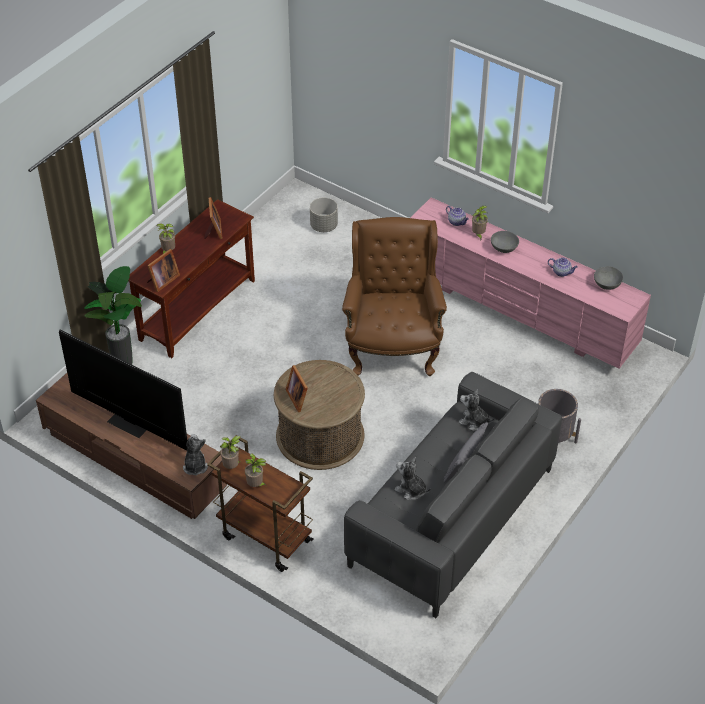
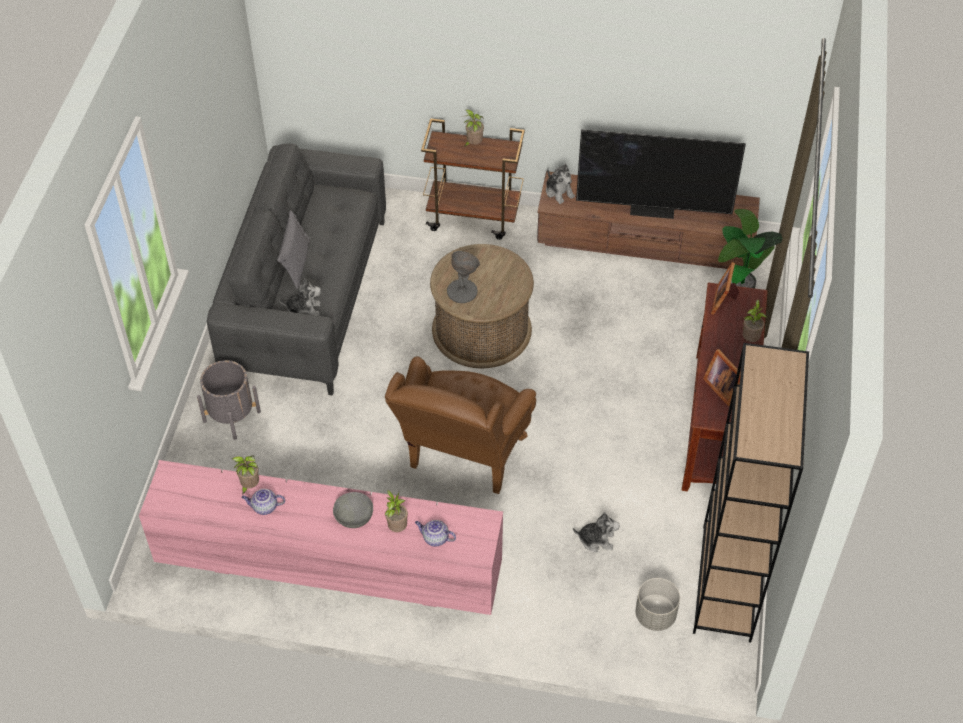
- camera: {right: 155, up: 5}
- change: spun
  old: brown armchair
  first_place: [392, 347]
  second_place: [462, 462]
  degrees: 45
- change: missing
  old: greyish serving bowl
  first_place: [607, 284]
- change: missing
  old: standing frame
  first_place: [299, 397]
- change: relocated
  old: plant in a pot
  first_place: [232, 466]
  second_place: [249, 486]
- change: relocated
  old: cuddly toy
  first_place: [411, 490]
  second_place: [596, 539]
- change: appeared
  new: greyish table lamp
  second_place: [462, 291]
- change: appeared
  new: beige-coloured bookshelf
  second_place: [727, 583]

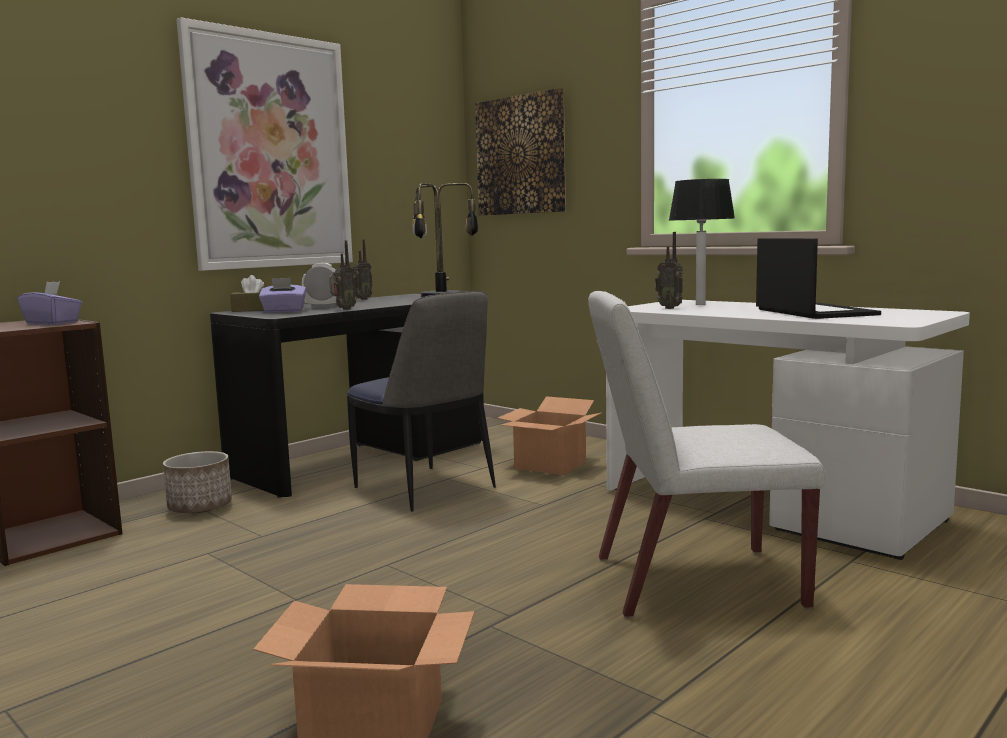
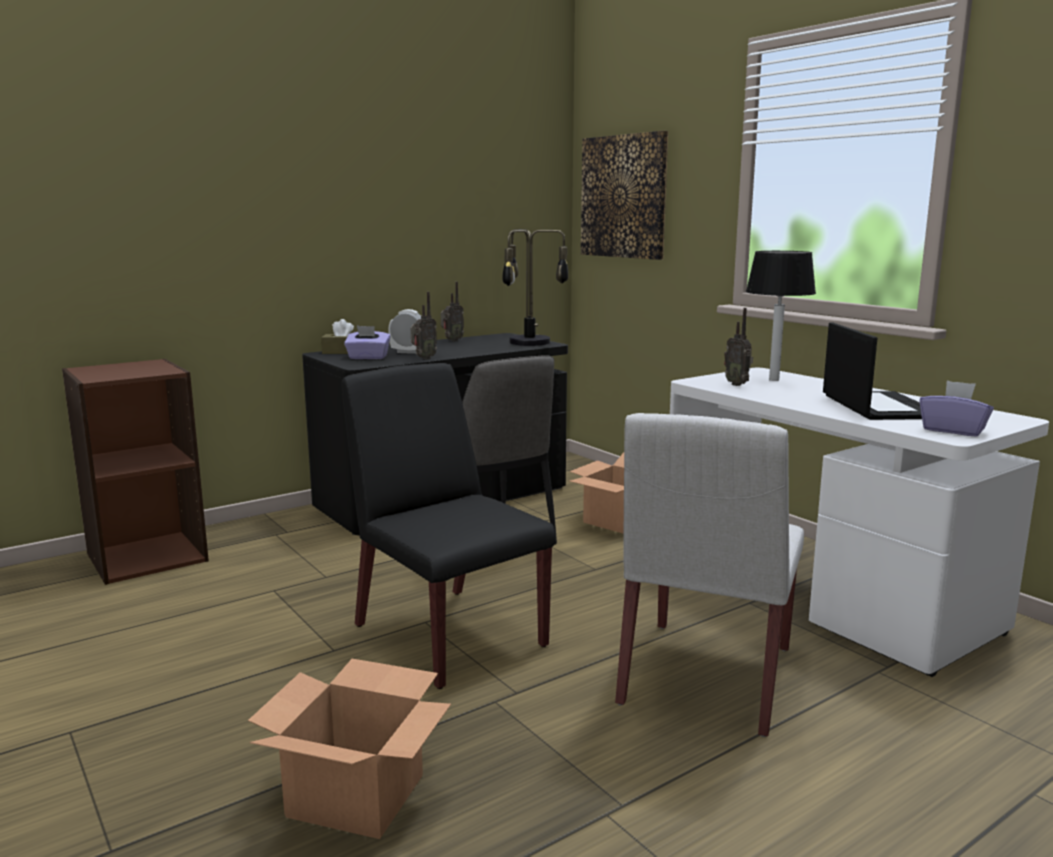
- camera: {right: 10, up: 5}
- change: missing
  old: picture
  first_place: [270, 152]
- change: relocated
  old: purple tissue box
  first_place: [53, 323]
  second_place: [953, 430]
- change: spun
  old: white-coloured upright chair
  first_place: [694, 582]
  second_place: [706, 677]
  degrees: -75
- change: missing
  old: flower pot
  first_place: [199, 507]
- change: appeared
  new: black-coloured upright chair
  second_place: [447, 634]

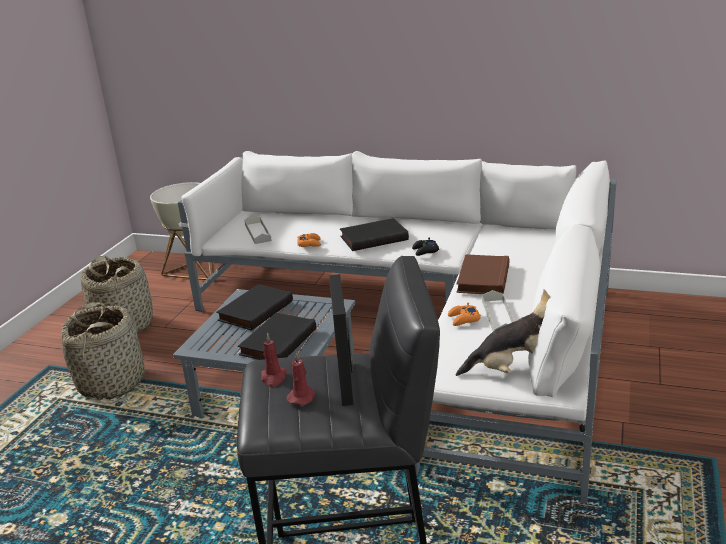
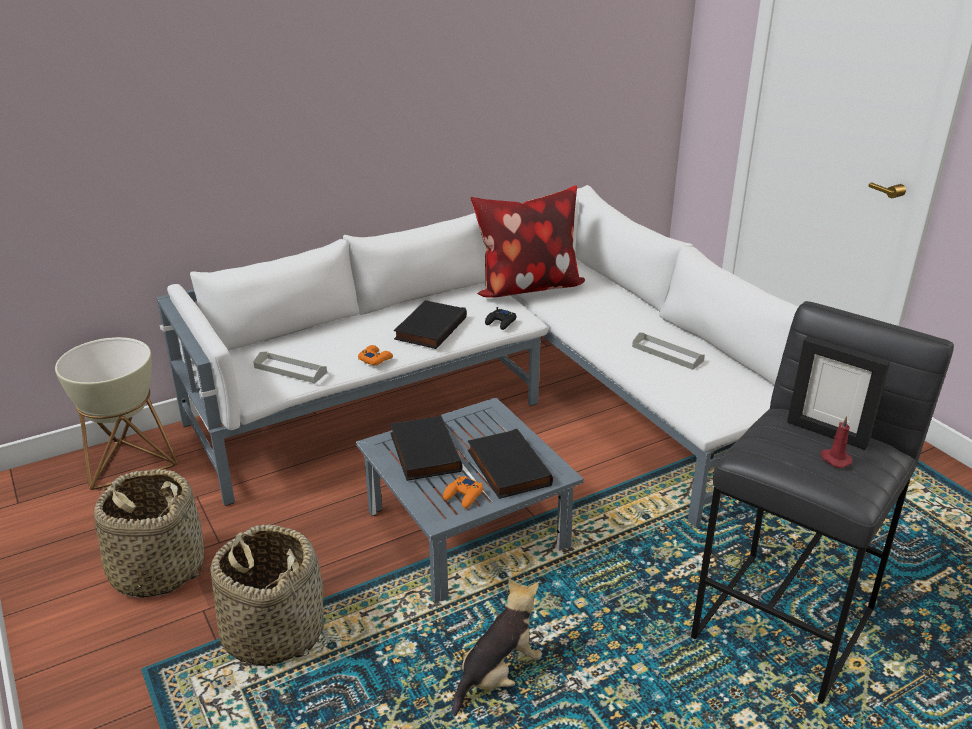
- camera: {right: -50, up: 5}
- change: missing
  old: brown bound book
  first_place: [481, 278]
- change: relocated
  old: cuddly toy
  first_place: [514, 372]
  second_place: [498, 675]
- change: relocated
  old: orange-coloured gamepad
  first_place: [463, 319]
  second_place: [463, 496]
- change: missing
  old: red wax light
  first_place: [273, 378]
- change: appeared
  new: pillow
  second_place: [527, 288]

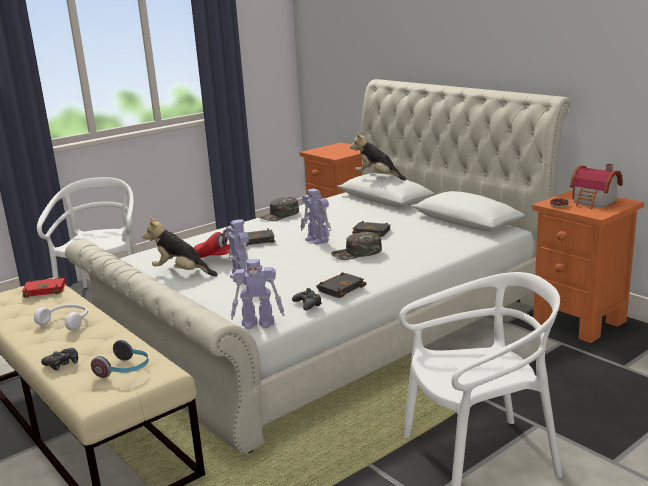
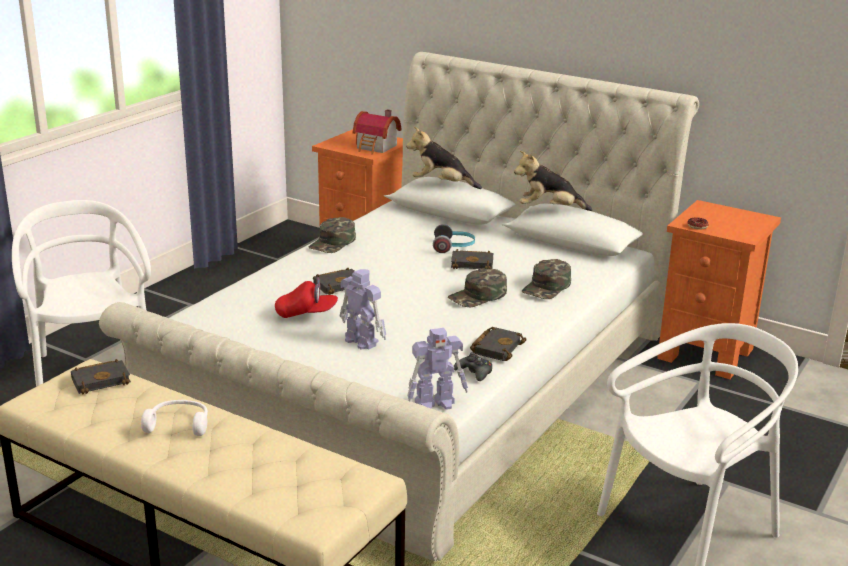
- camera: {right: -20, up: 5}
- change: relocated
  old: toy house
  first_place: [594, 202]
  second_place: [376, 147]
- change: missing
  old: toy robot
  first_place: [317, 240]
- change: relocated
  old: cuddly toy
  first_place: [181, 272]
  second_place: [549, 209]
- change: colour
  old: red bound book
  new: black-coloured bound book
  first_place: [46, 290]
  second_place: [102, 380]
- change: relocated
  old: pair of headphones
  first_place: [125, 370]
  second_place: [454, 247]
- change: missing
  old: black-coloured gamepad
  first_place: [62, 363]
- change: appeared
  new: green-coloured peaked cap
  second_place: [547, 287]

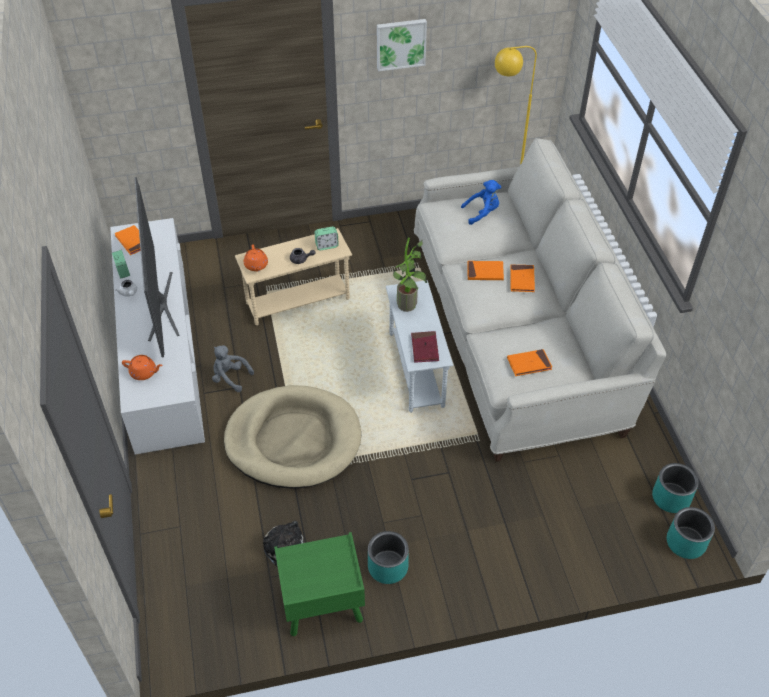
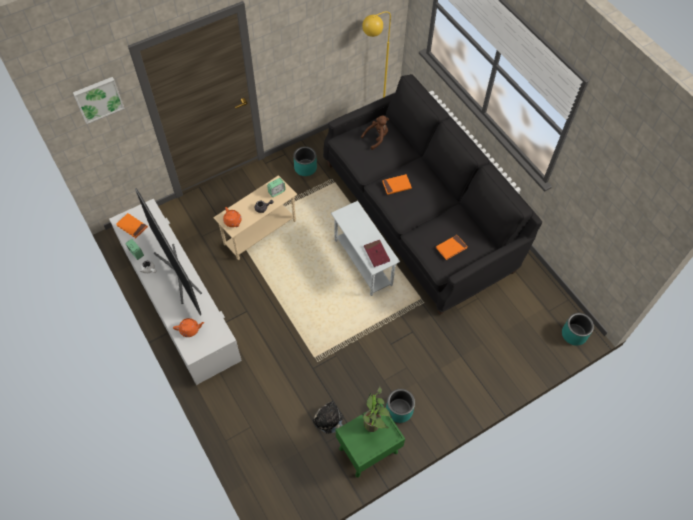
- camera: {right: -20, up: 10}
- change: relocated
  old: picture
  first_place: [400, 43]
  second_place: [98, 99]
- change: colour
  old: white-coloured sofa
  new: black-coloured sofa
  first_place: [517, 333]
  second_place: [420, 215]
- change: colour
  old: blue cuddly toy
  new: brown cuddly toy
  first_place: [482, 213]
  second_place: [376, 138]
- change: relocated
  old: plant in a pot
  first_place: [409, 306]
  second_place: [374, 425]
- change: missing
  old: orange-coloured bound book
  first_place: [522, 280]
- change: missing
  old: greyish cuddly toy
  first_place: [230, 377]
- change: missing
  old: beige-coloured dog bed
  first_place: [293, 440]
- change: relocated
  old: turquoise-coloured flower pot
  first_place: [671, 498]
  second_place: [305, 168]

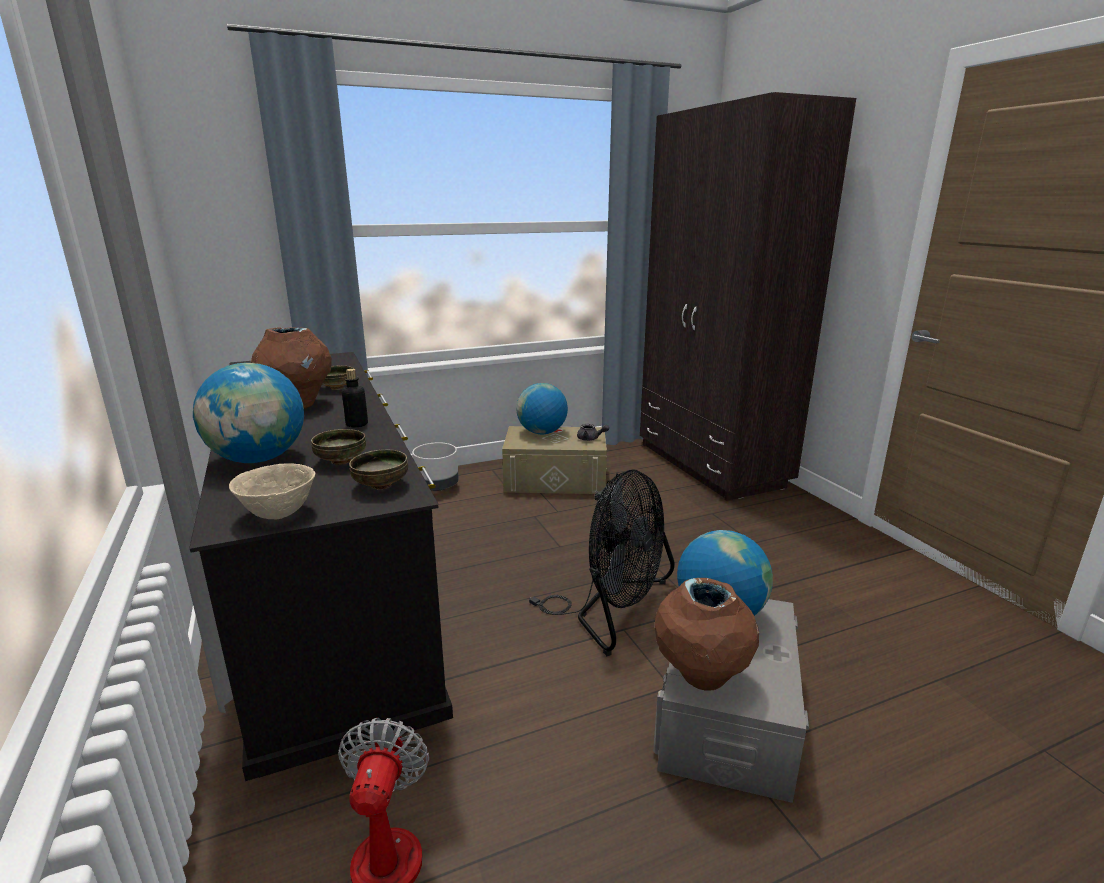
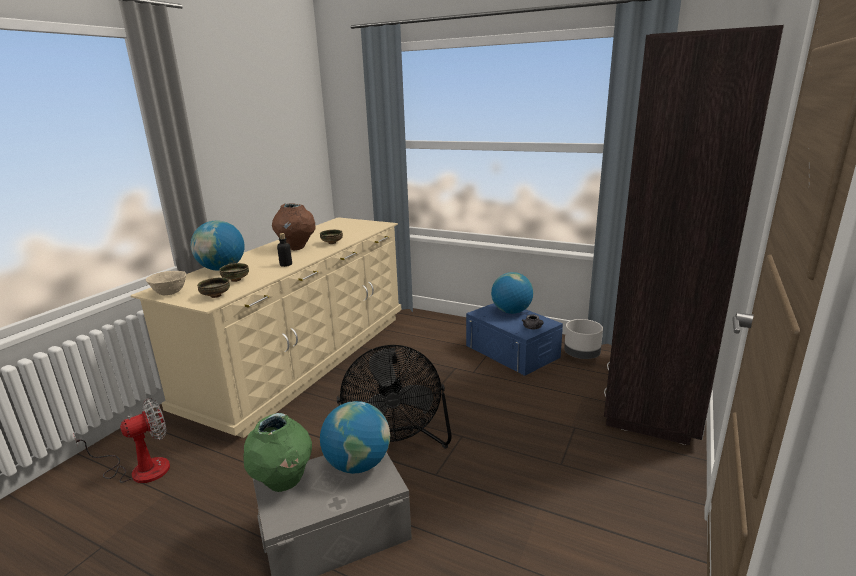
- camera: {right: 50, up: 0}
- change: colour
  old: black-coloured chest of drawers
  new: beige-coloured chest of drawers
  first_place: [331, 595]
  second_place: [304, 359]
- change: colour
  old: beige-coloured storage box
  new: blue storage box
  first_place: [555, 479]
  second_place: [512, 351]
- change: relocated
  old: greyish flower pot
  first_place: [437, 486]
  second_place: [581, 355]
- change: colour
  old: brown vase
  new: green-coloured vase
  first_place: [701, 677]
  second_place: [283, 482]

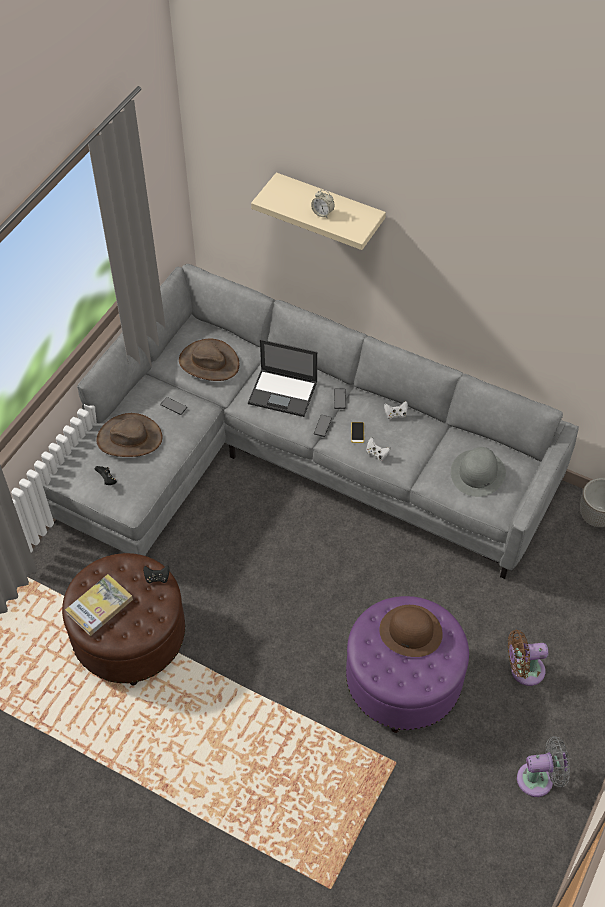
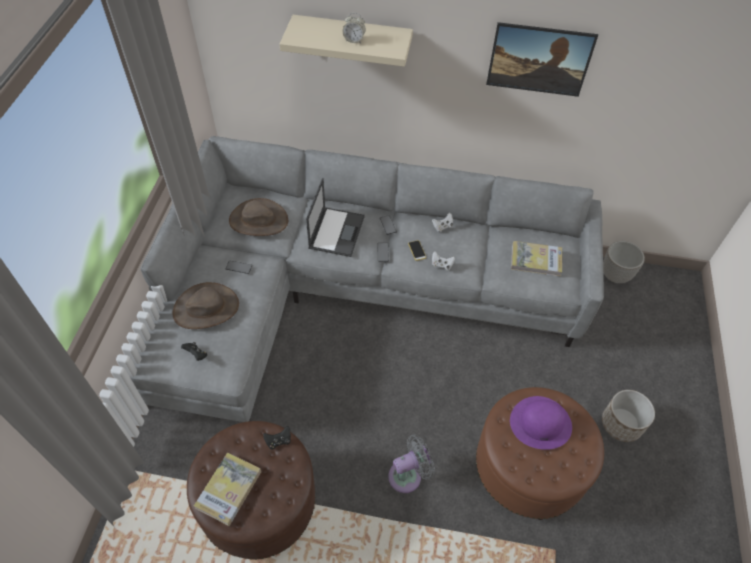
- camera: {right: -20, up: 0}
- change: spun
  old: notebook computer
  first_place: [283, 393]
  second_place: [336, 231]
  degrees: -75
- change: exchanged
  old: greyish wearable hat
  new: bound book
  first_place: [478, 473]
  second_place: [536, 260]
- change: colour
  old: purple footrest
  new: brown footrest
  first_place: [403, 683]
  second_place: [528, 469]
- change: colour
  old: brown wearable hat
  new: purple wearable hat
  first_place: [411, 631]
  second_place: [541, 423]
- change: exchanged
  old: brown cooling fan
  new: flower pot
  first_place: [523, 670]
  second_place: [621, 424]
- change: relocated
  old: greyish cooling fan
  first_place: [539, 779]
  second_place: [408, 475]
- change: appeared
  new: picture
  second_place: [535, 74]

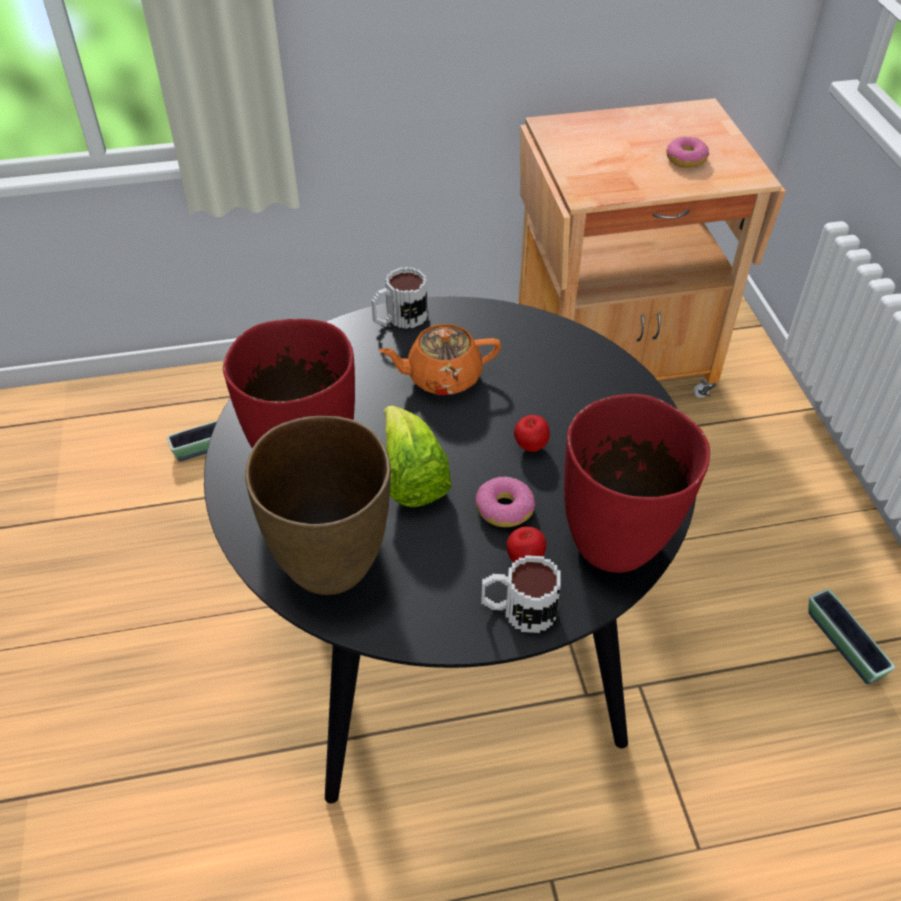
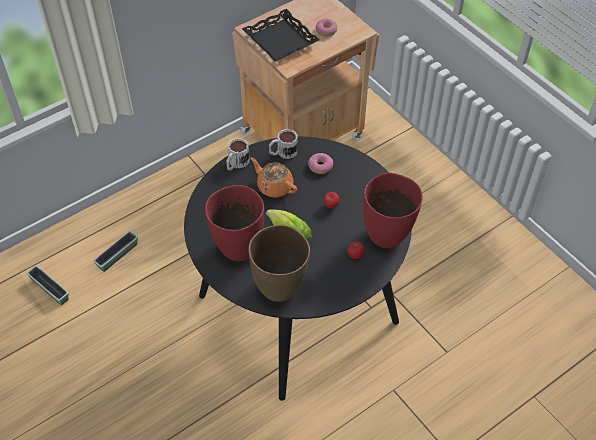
- camera: {right: -25, up: 5}
- change: spun
  old: orange-coloured pot for tea
  first_place: [442, 377]
  second_place: [274, 186]
  degrees: 75
- change: relocated
  old: donut
  first_place: [504, 509]
  second_place: [320, 166]
- change: relocated
  old: coffee mug
  first_place: [518, 610]
  second_place: [283, 152]
- change: relocated
  old: flower pot
  first_place: [843, 644]
  second_place: [50, 289]
- change: appeared
  new: black-coloured serving tray
  second_place: [280, 40]

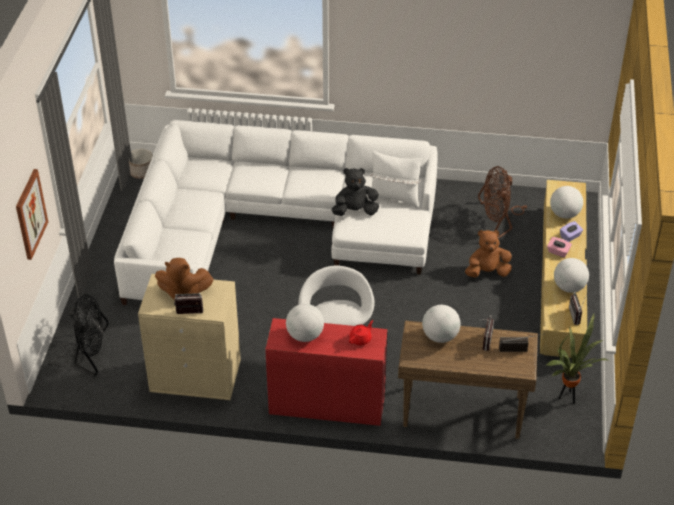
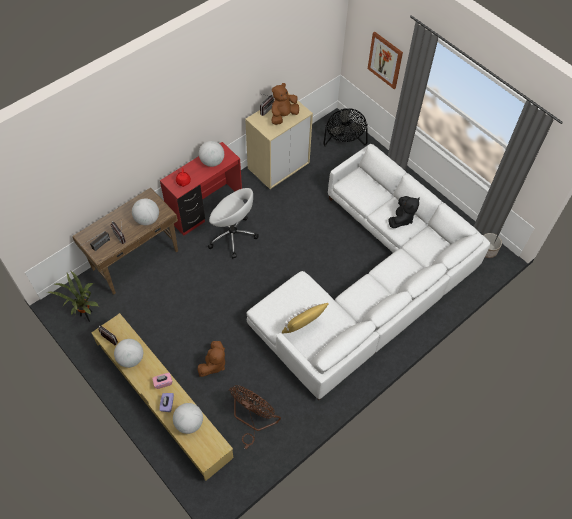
- camera: {right: 130, up: 15}
- change: colour
  old: white-coloured pillow
  new: yellowish pillow
  first_place: [394, 197]
  second_place: [304, 327]
- change: relocated
  old: black-coloured cuddly toy
  first_place: [355, 211]
  second_place: [401, 219]
- change: spun
  old: black-coloured cooling fan
  first_place: [86, 354]
  second_place: [342, 139]
  degrees: -45

